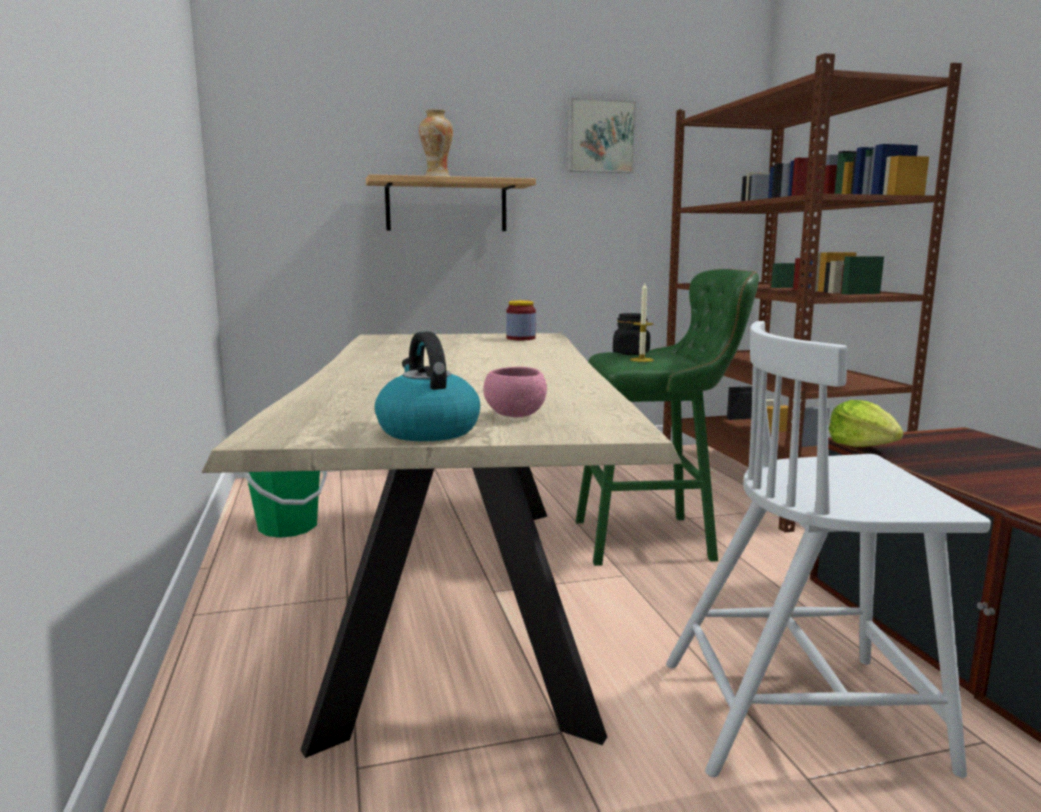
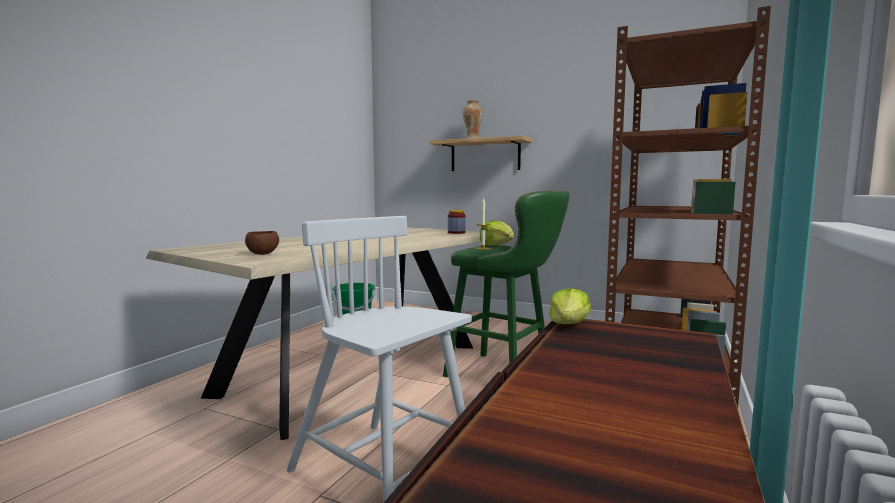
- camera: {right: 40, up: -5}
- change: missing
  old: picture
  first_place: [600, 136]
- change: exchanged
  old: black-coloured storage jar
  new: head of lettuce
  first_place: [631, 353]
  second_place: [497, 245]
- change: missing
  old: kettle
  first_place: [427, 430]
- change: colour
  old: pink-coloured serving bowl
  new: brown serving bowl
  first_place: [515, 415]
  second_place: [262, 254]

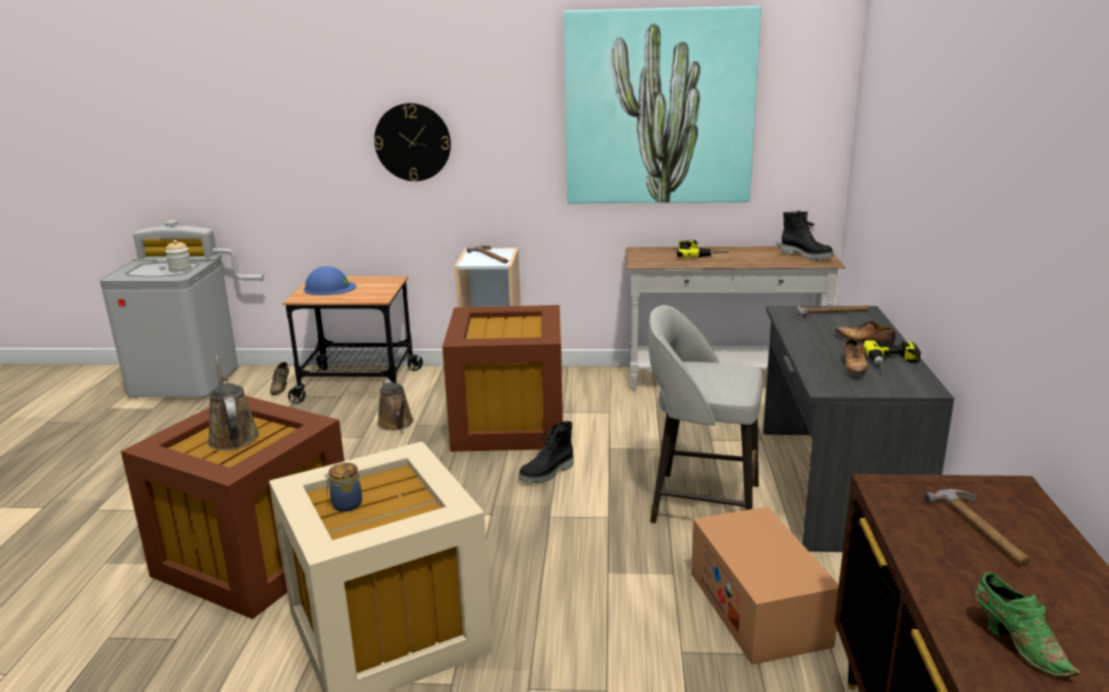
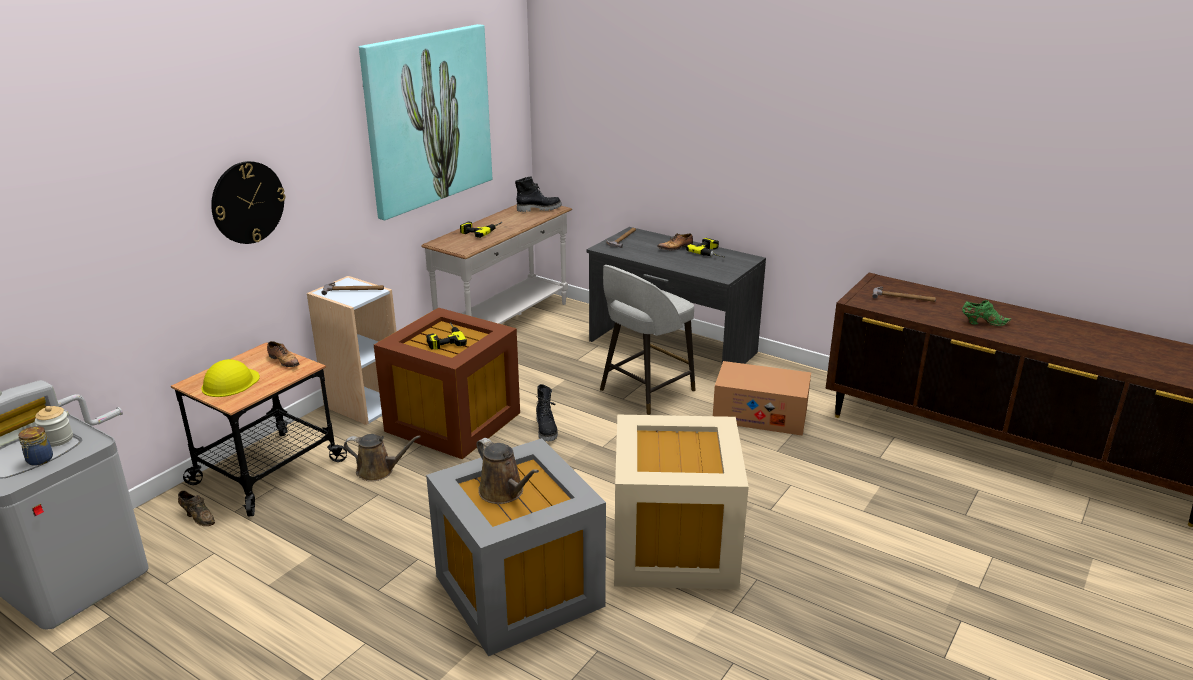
- camera: {right: -60, up: 5}
- change: colour
  old: blue work helmet
  new: yellowish work helmet
  first_place: [329, 288]
  second_place: [230, 383]
- change: relocated
  old: low shoe
  first_place: [854, 367]
  second_place: [284, 361]
- change: spun
  old: brown watering can
  first_place: [233, 436]
  second_place: [504, 492]
  degrees: -135
- change: colour
  old: brown storage box
  new: greyish storage box
  first_place: [258, 557]
  second_place: [520, 589]
- change: relocated
  old: storage jar
  first_place: [345, 505]
  second_place: [39, 460]
- change: appeared
  new: power drill
  second_place: [444, 339]

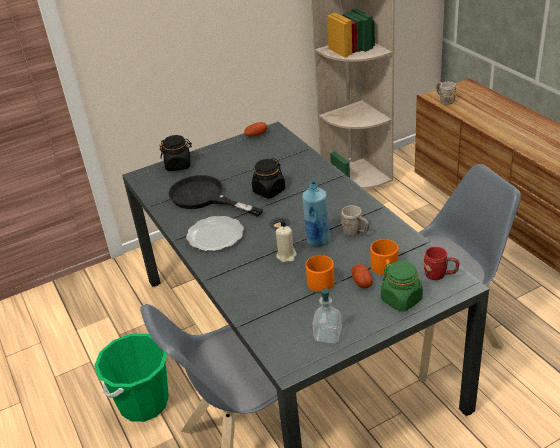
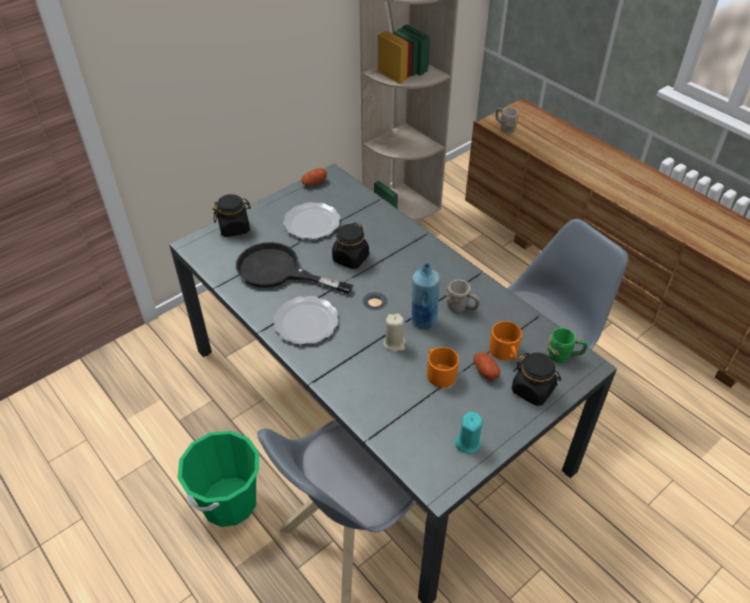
- camera: {right: -15, up: 10}
- change: colour
  old: red coffee mug
  new: green-coloured coffee mug
  first_place: [440, 275]
  second_place: [564, 356]
- change: colour
  old: green-coloured storage jar
  new: black-coloured storage jar
  first_place: [401, 299]
  second_place: [533, 390]
- change: exchanged
  old: liquid soap bottle
  new: turquoise-coloured wax light
  first_place: [327, 335]
  second_place: [468, 442]
- change: appeared
  new: flat dish
  second_place: [312, 223]

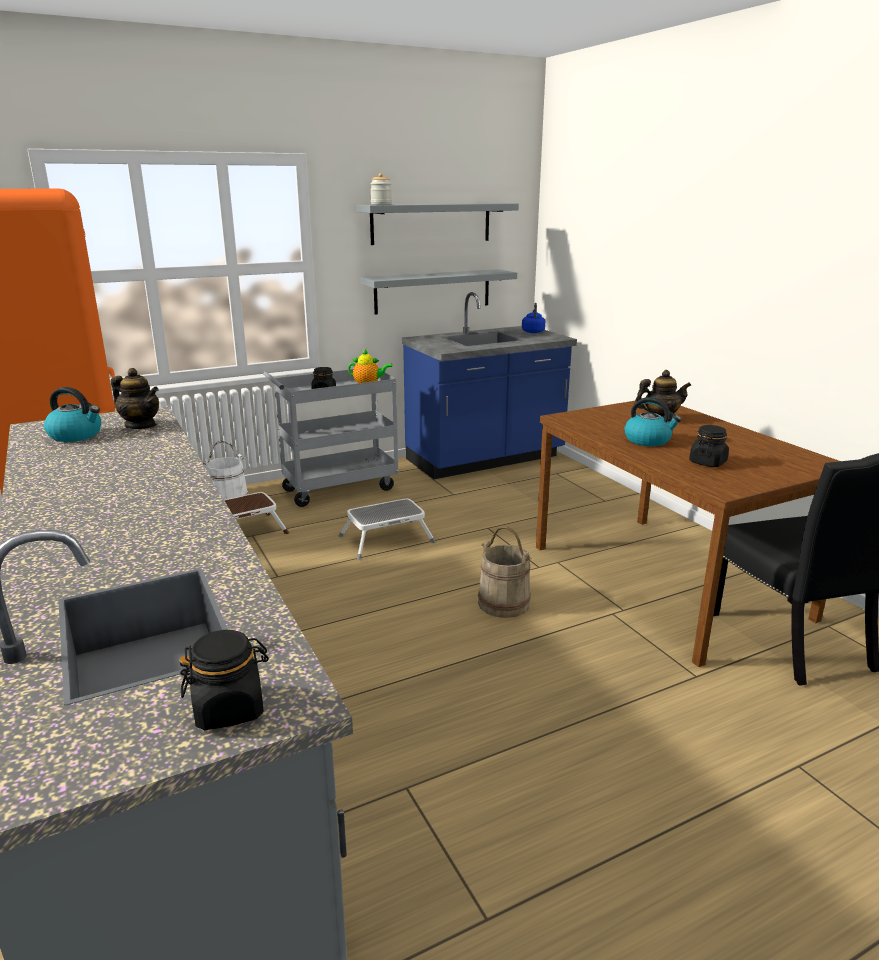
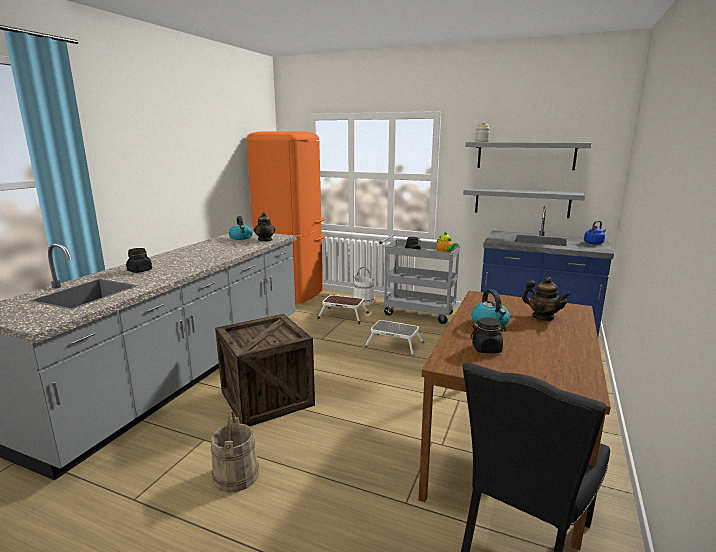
- camera: {right: 50, up: -5}
- change: relocated
  old: beige-coloured water bucket
  first_place: [503, 603]
  second_place: [235, 475]
- change: relocated
  old: black-coloured storage jar
  first_place: [229, 708]
  second_place: [140, 270]
- change: appeared
  new: packing crate
  second_place: [267, 398]

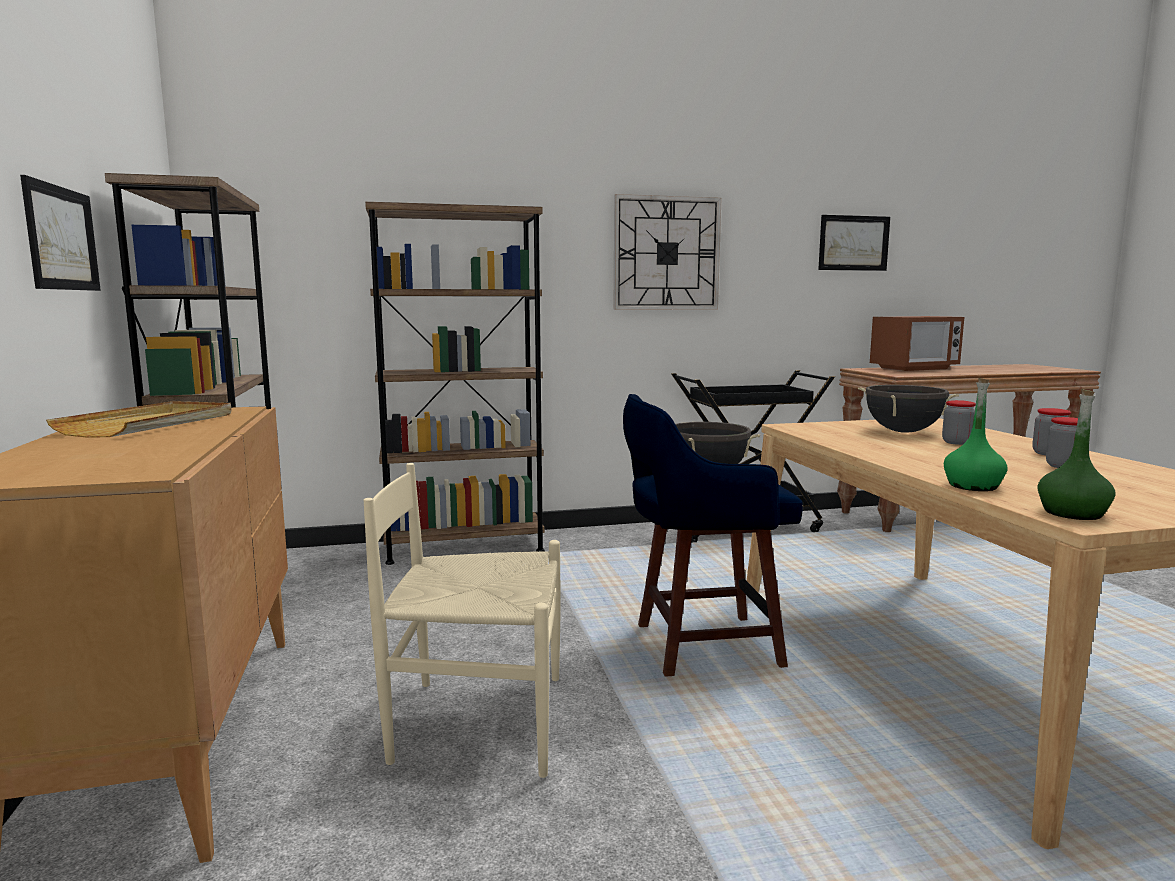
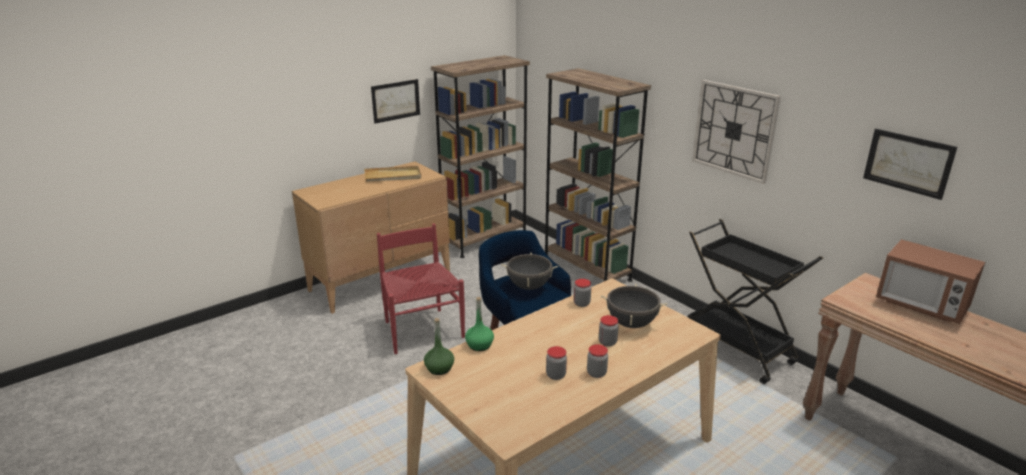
- camera: {right: 65, up: 15}
- change: colour
  old: beige-coloured upright chair
  new: red upright chair
  first_place: [477, 722]
  second_place: [421, 330]
- change: appeared
  new: storage jar
  second_place: [581, 303]

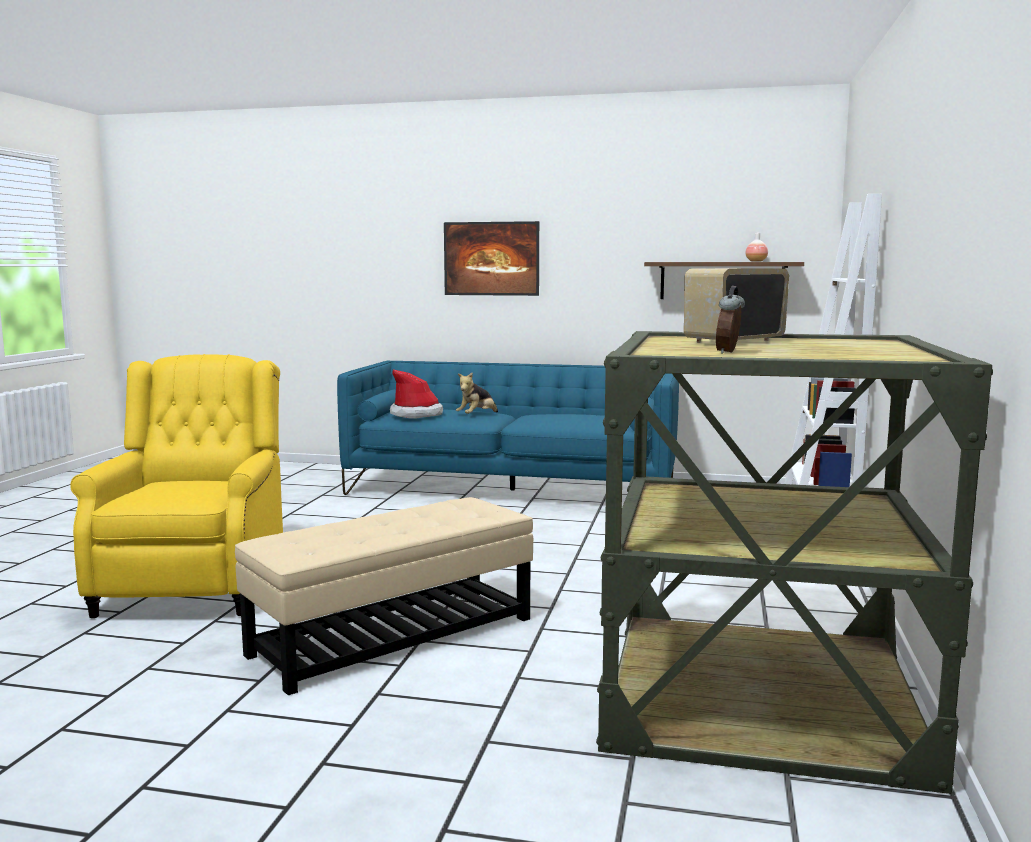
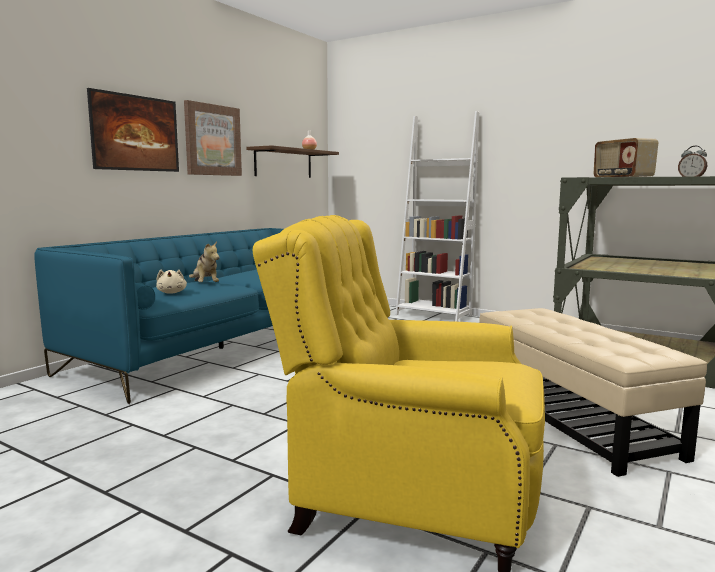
- camera: {right: -70, up: 0}
- change: exchanged
  old: wearable hat
  new: beige-coloured cuddly toy
  first_place: [416, 414]
  second_place: [172, 293]
- change: appeared
  new: picture
  second_place: [212, 140]

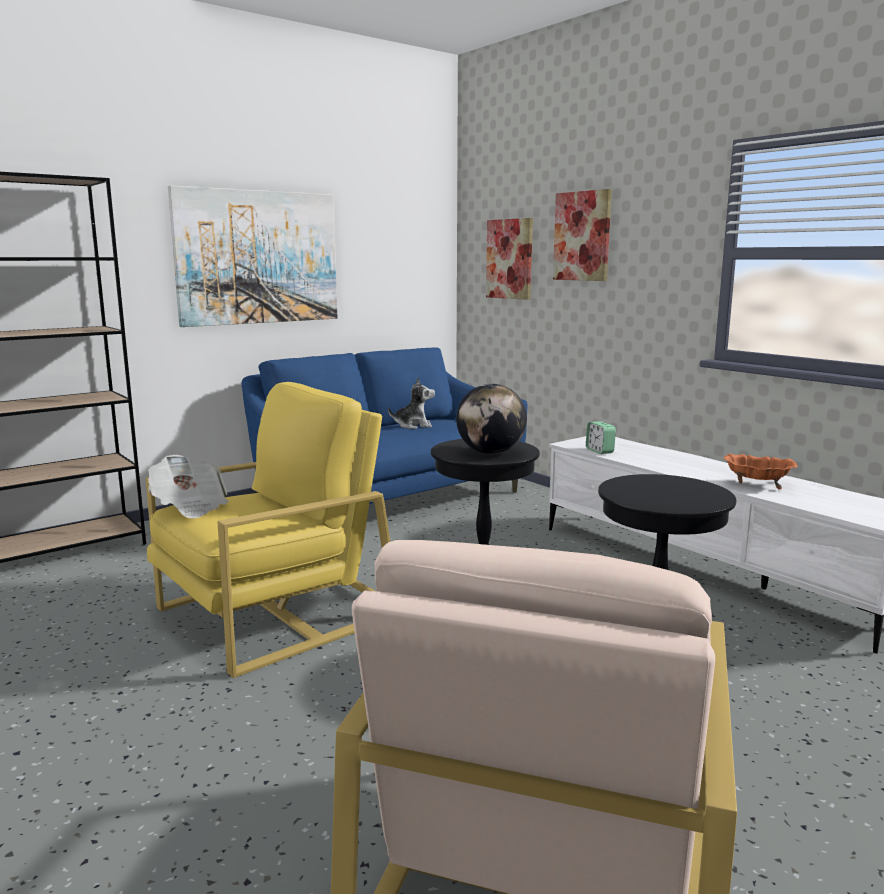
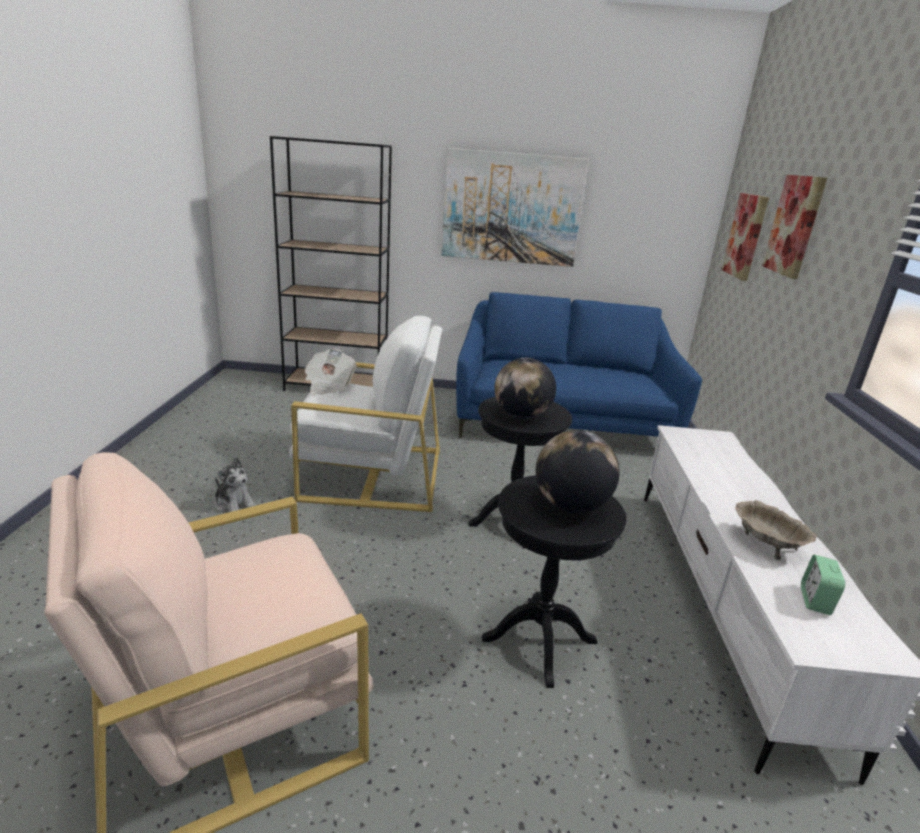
- camera: {right: 40, up: 10}
- change: relocated
  old: cuddly toy
  first_place: [413, 426]
  second_place: [234, 504]
- change: colour
  old: yellowish armchair
  new: white-coloured armchair
  first_place: [274, 612]
  second_place: [371, 473]
- change: relocated
  old: bedside clock
  first_place: [599, 451]
  second_place: [815, 601]
- change: colour
  old: orange-coloured serving bowl
  new: beige-coloured serving bowl
  first_place: [757, 485]
  second_place: [766, 544]
- change: appeared
  new: globe
  second_place: [570, 506]

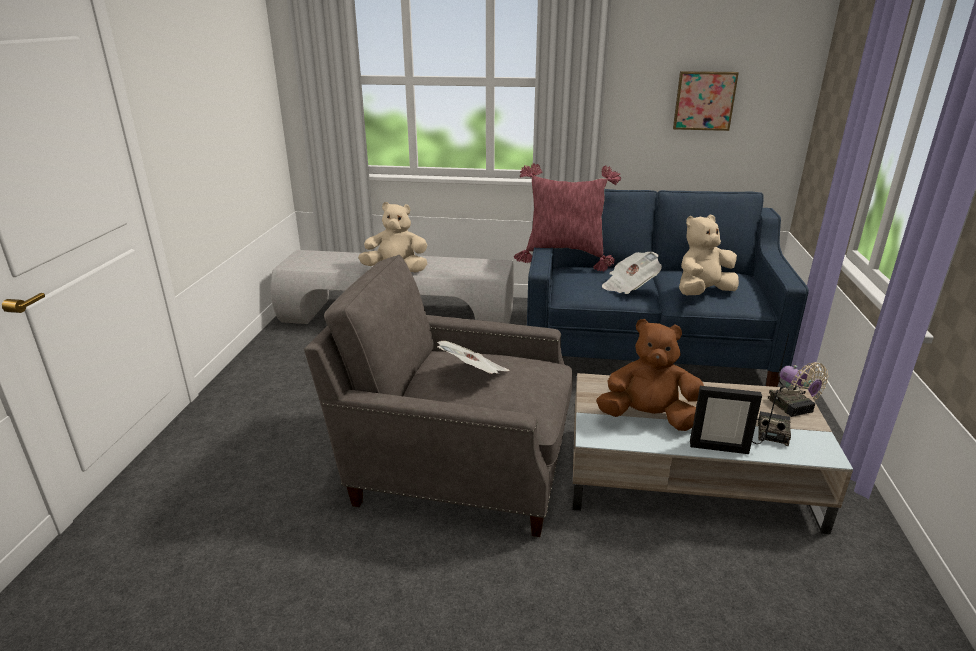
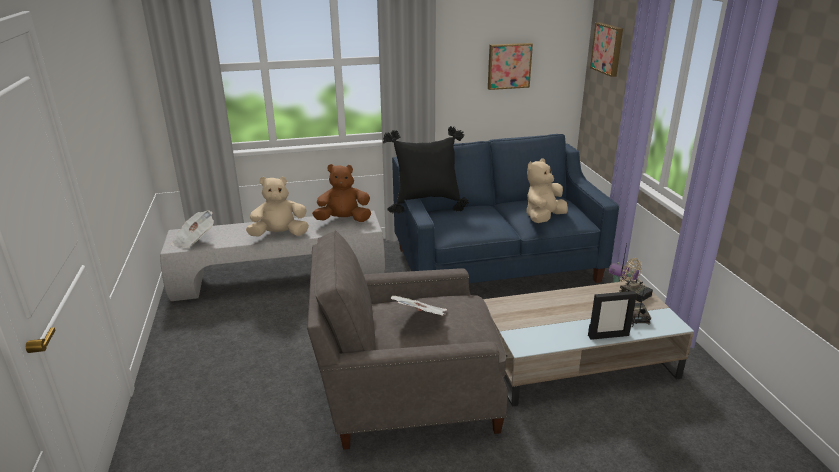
- camera: {right: -20, up: 0}
- change: colour
  old: red pillow
  new: black-coloured pillow
  first_place: [564, 263]
  second_place: [426, 208]
- change: relocated
  old: newspaper
  first_place: [629, 286]
  second_place: [194, 240]
- change: relocated
  old: brown cuddly toy
  first_place: [648, 418]
  second_place: [343, 220]
- change: appeared
  new: picture
  second_place: [608, 49]

